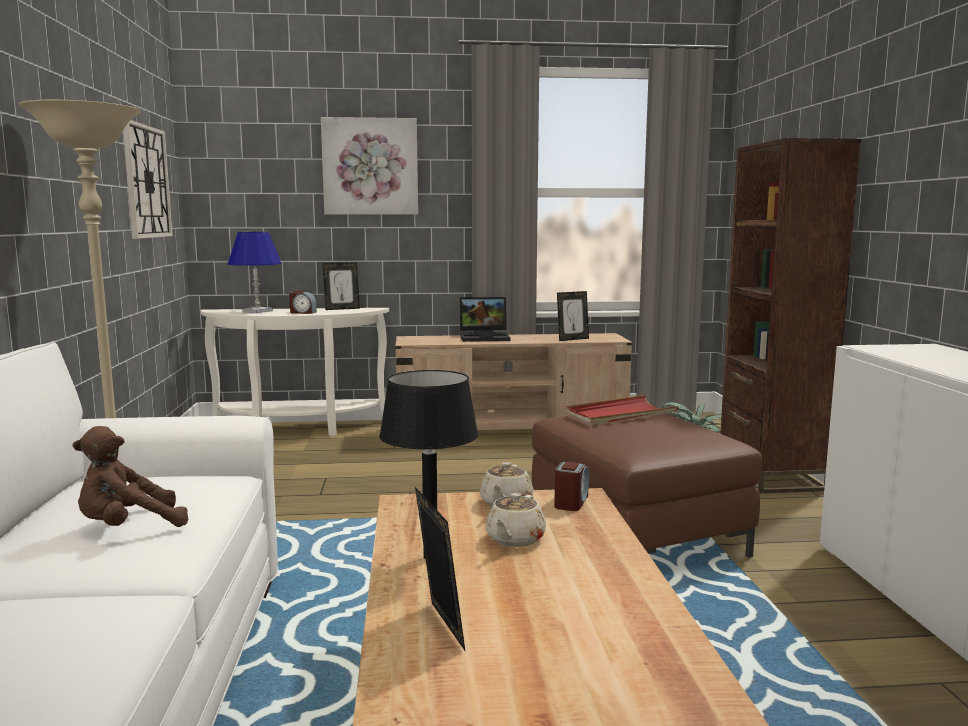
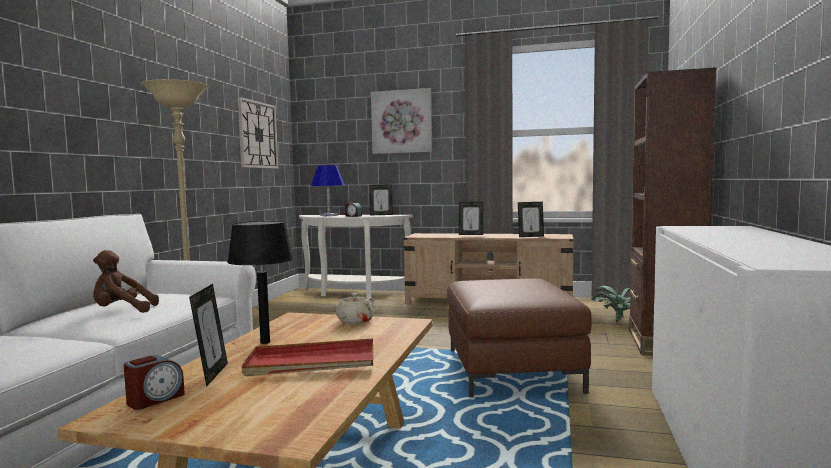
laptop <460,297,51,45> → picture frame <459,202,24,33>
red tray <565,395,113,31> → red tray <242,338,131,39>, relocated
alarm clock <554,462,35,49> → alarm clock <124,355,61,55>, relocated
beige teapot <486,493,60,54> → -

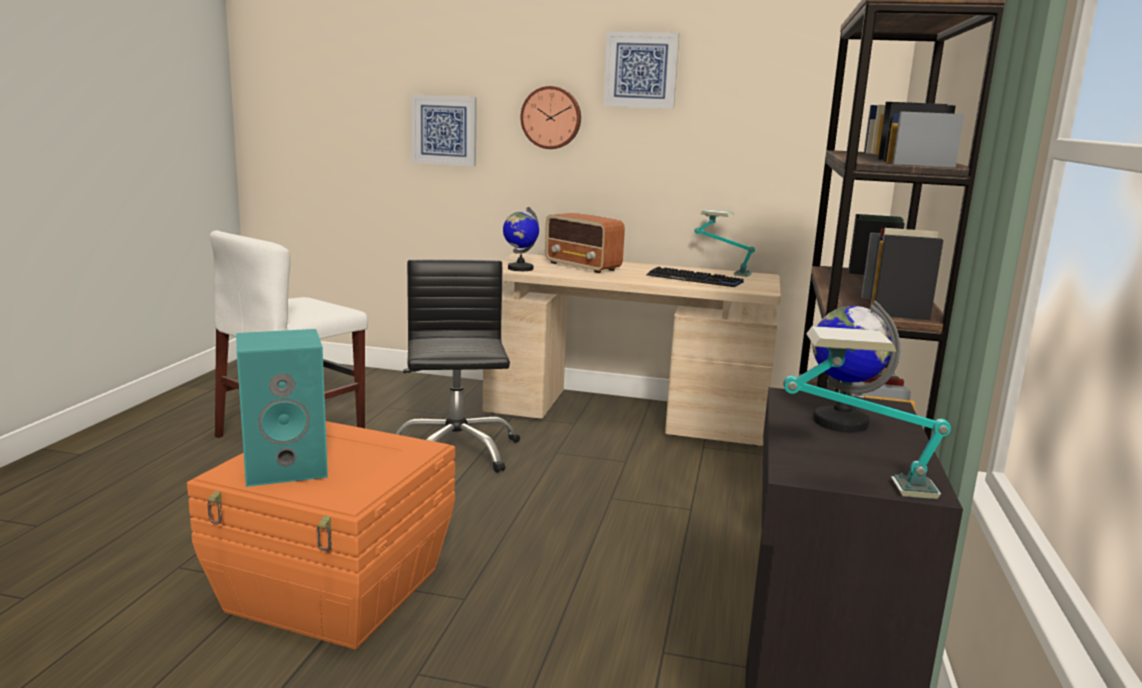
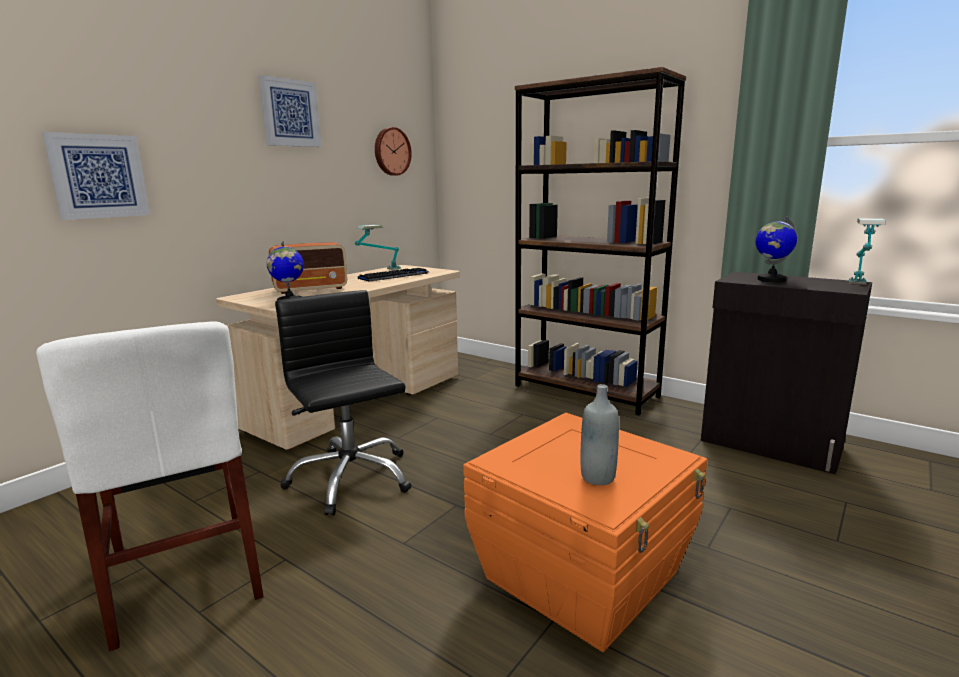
wall clock <520,86,61,63> → wall clock <375,127,37,49>, relocated
black office chair <396,259,124,214> → black office chair <275,290,137,226>, 45 degrees clockwise
turquoise speaker <236,329,92,158> → grey bottle <581,384,38,101>

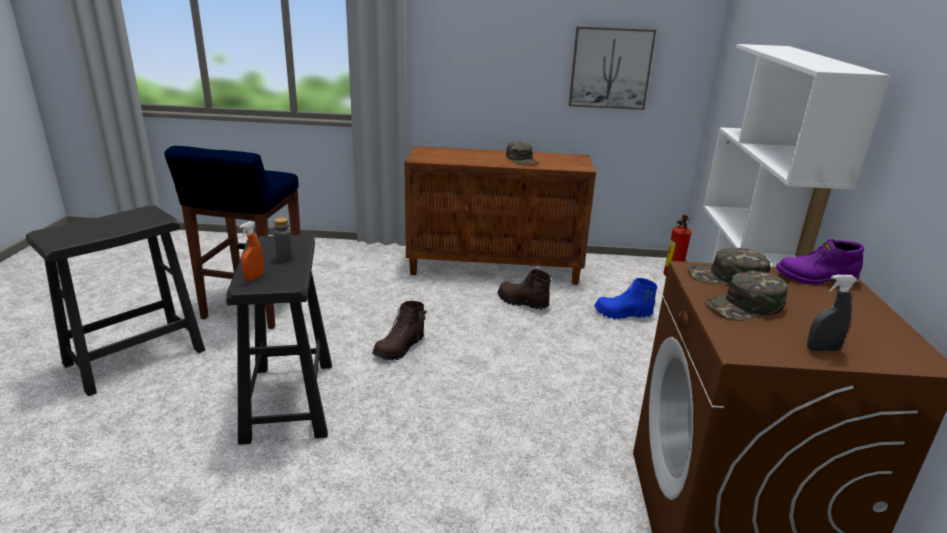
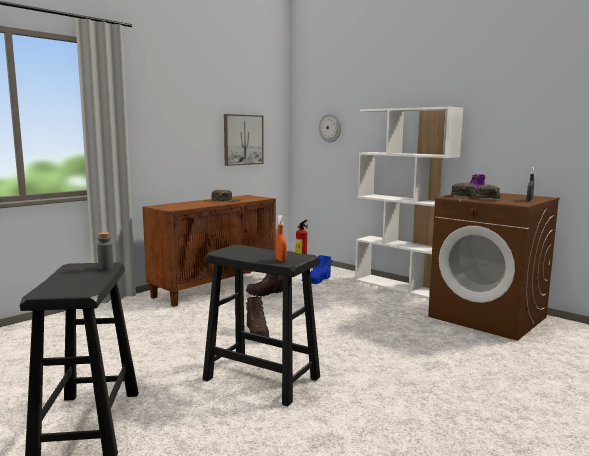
blue stool <164,146,137,183> → -
grey bottle <274,217,19,44> → grey bottle <97,232,16,38>, relocated
- → wall clock <319,113,22,29>

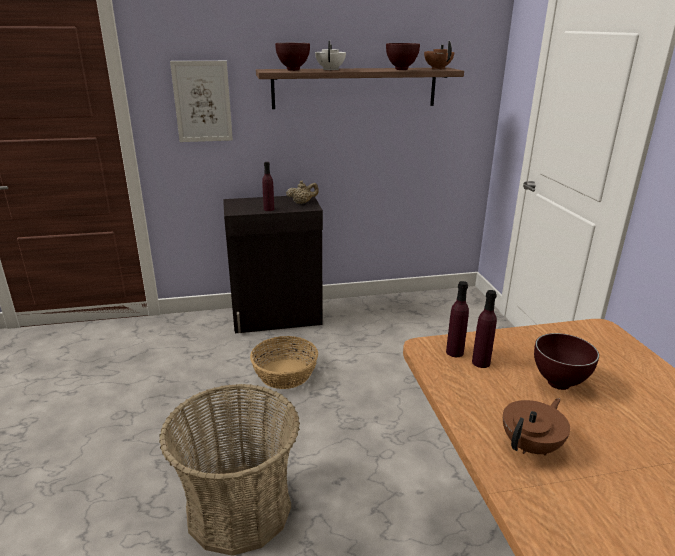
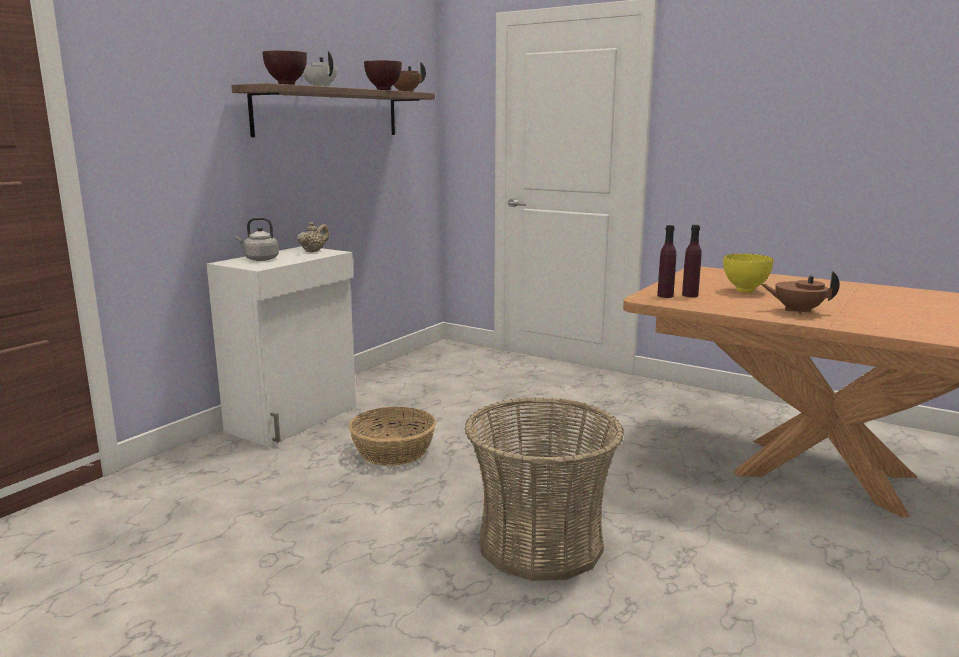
picture <170,61,63,81> → -
purple bottle <262,162,12,49> → -
black cabinet <223,196,100,138> → white cabinet <206,246,150,201>
brown bowl <534,333,65,57> → yellow bowl <723,254,51,39>
brown teapot <503,398,67,58> → brown teapot <761,271,79,43>, 75 degrees counterclockwise
- → grey kettle <236,218,43,43>

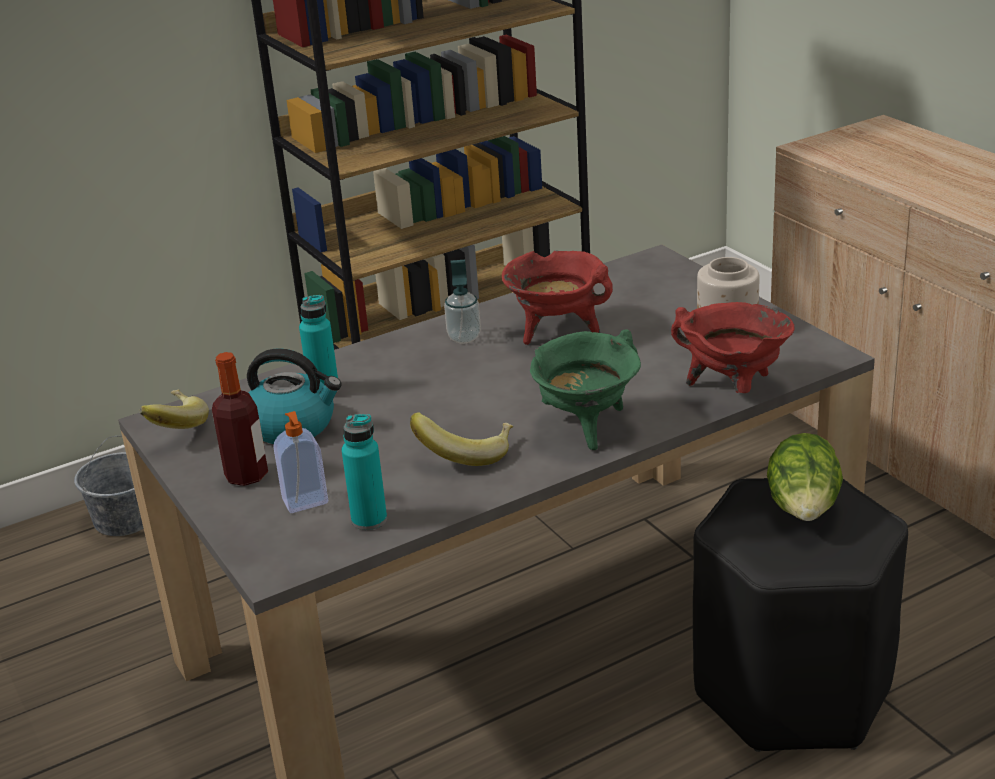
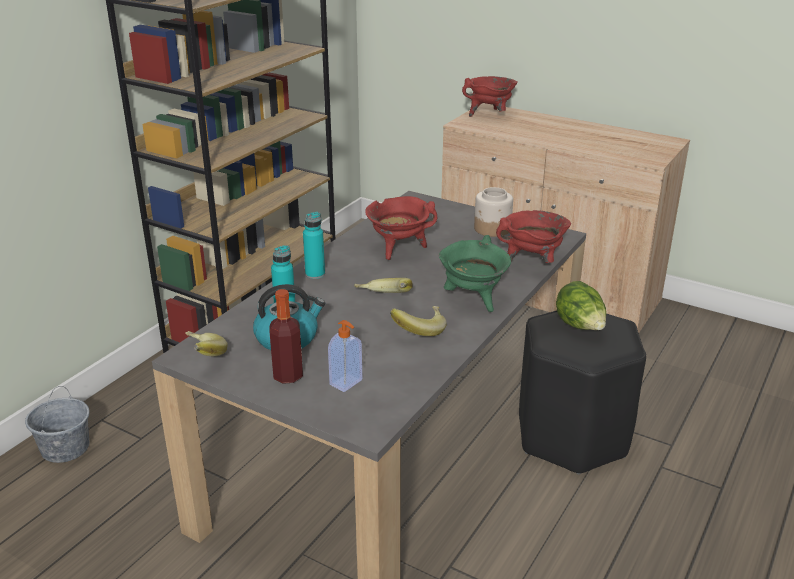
soap dispenser <444,260,37,83> → -
turquoise bottle <341,414,46,116> → turquoise bottle <303,212,22,67>, relocated
- → red cooking pot <462,76,56,41>
- → banana <354,278,59,15>

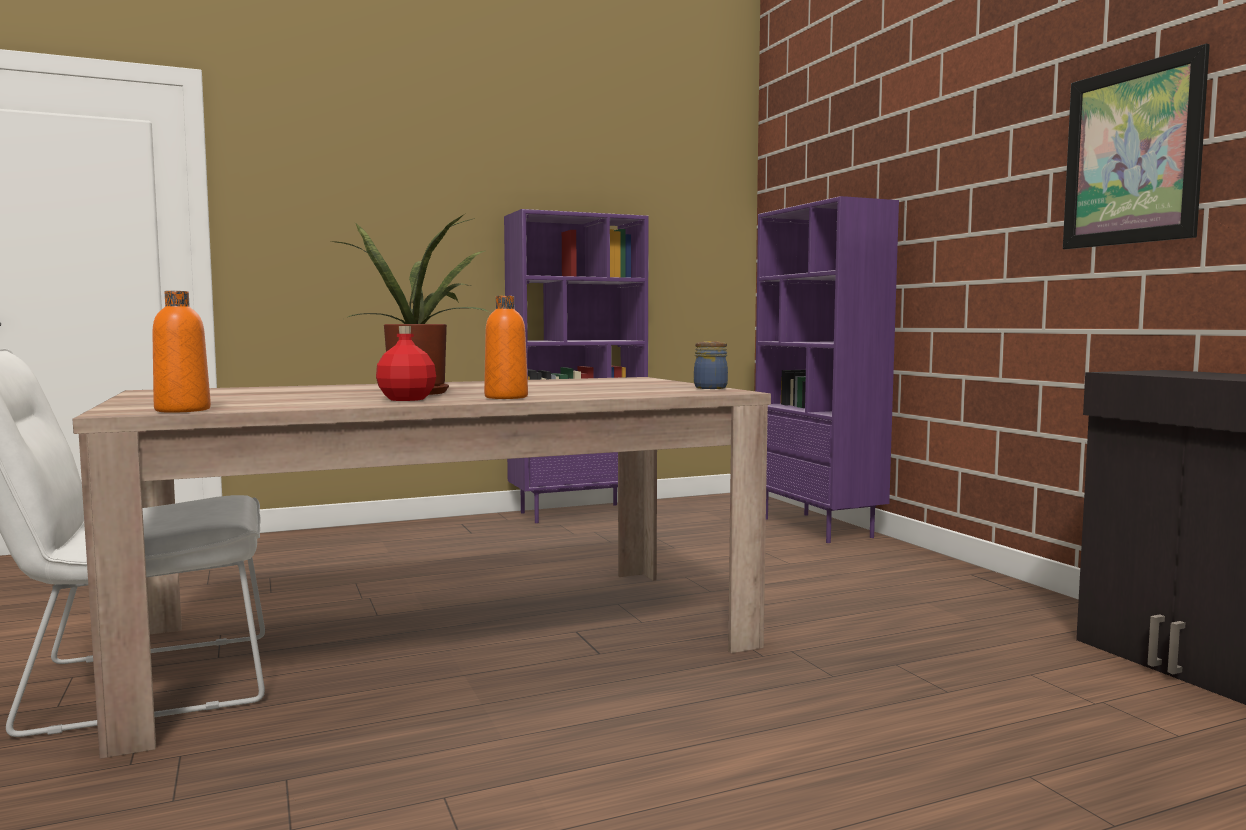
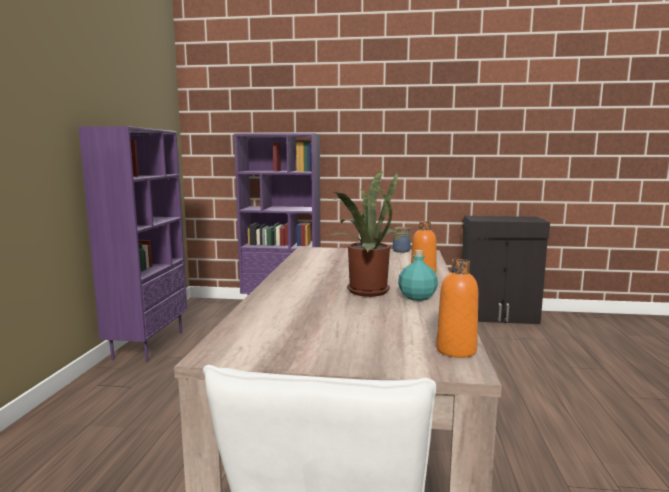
picture <1063,44,147,205> → -
red bottle <376,326,60,75> → turquoise bottle <398,250,40,51>

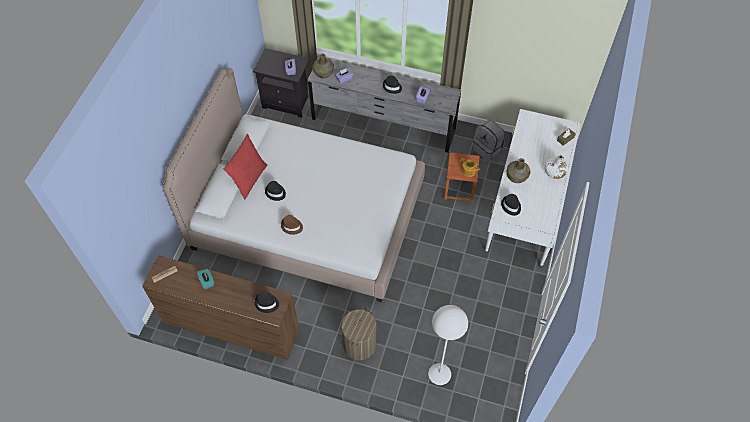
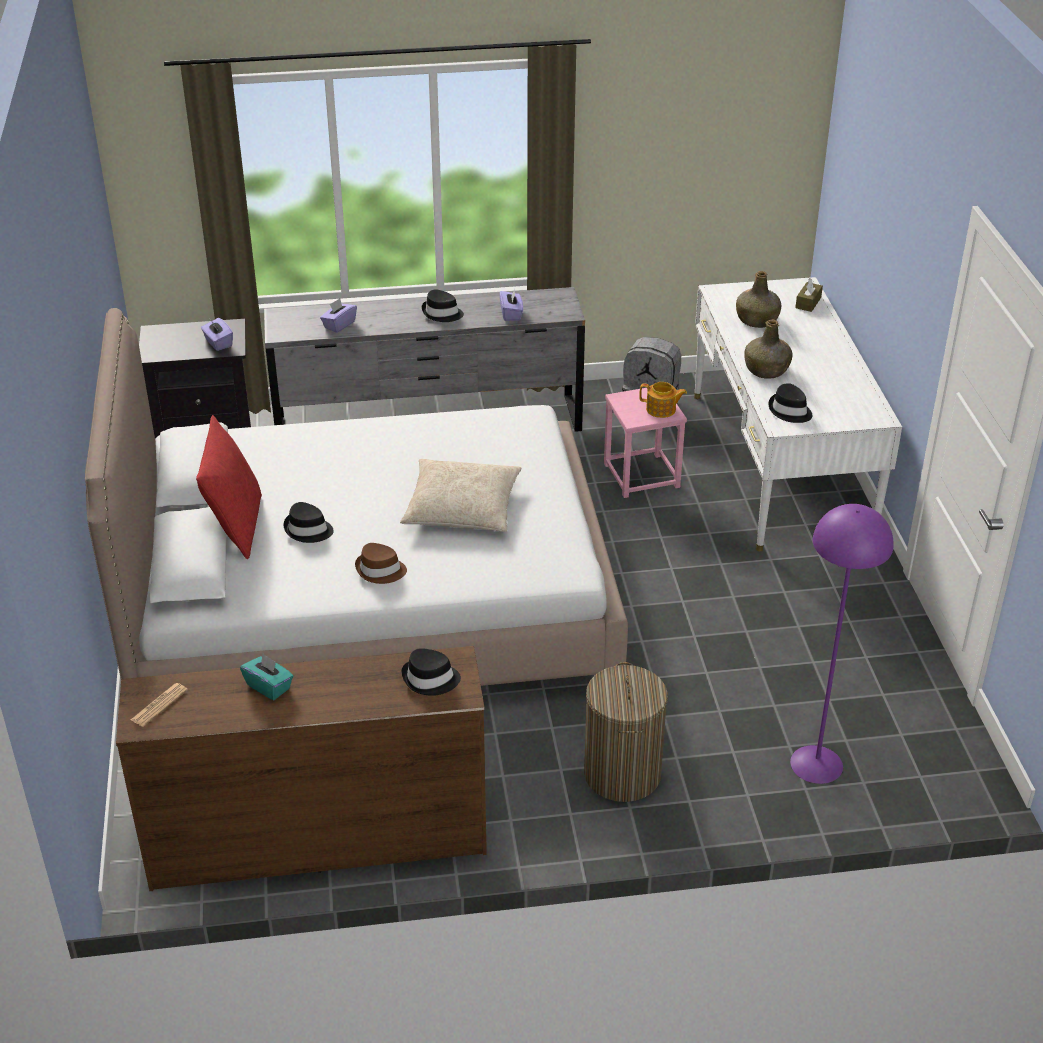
green bottle <313,53,21,26> → green bottle <736,271,45,57>, relocated
brown stool <444,153,36,50> → pink stool <604,388,83,110>
white bottle <545,154,23,25> → -
white floor lamp <428,305,40,80> → purple floor lamp <790,504,104,280>
- → beige pillow <400,459,121,73>

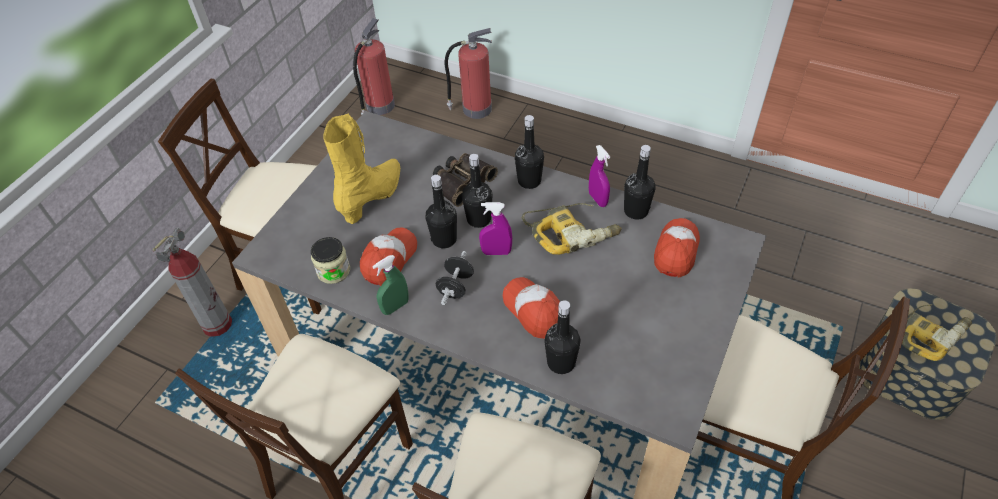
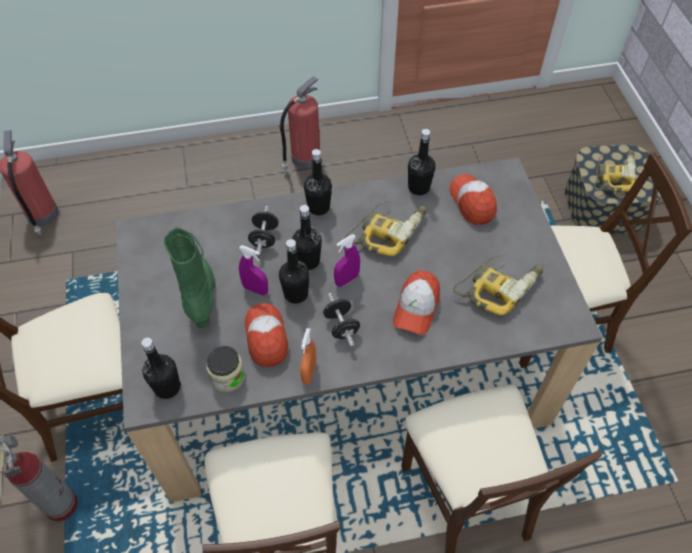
fire extinguisher <444,28,48,91> → fire extinguisher <280,76,40,94>, relocated
yellow boot <323,113,77,111> → green boot <164,227,52,101>
purple spray bottle <589,145,21,62> → purple spray bottle <239,245,29,50>, relocated
binoculars <433,153,65,54> → black dumbbell <248,206,31,49>
green spray bottle <372,255,37,60> → orange spray bottle <300,328,16,57>
cap <503,277,57,62> → cap <393,270,47,65>, 90 degrees counterclockwise
black bottle <544,300,37,74> → black bottle <141,338,40,61>, relocated
- → power drill <453,254,90,61>

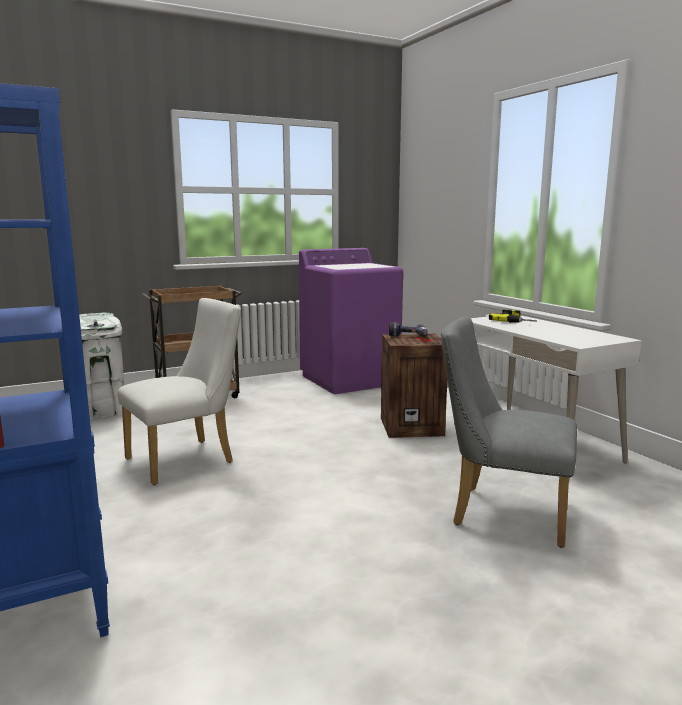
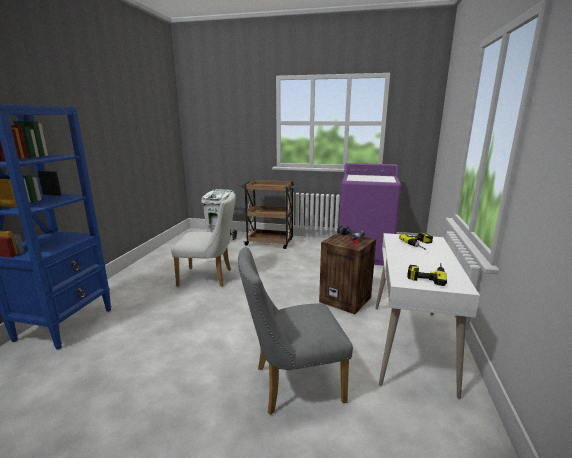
grey chair <441,317,136,231> → grey chair <238,247,115,168>, 75 degrees counterclockwise
- → power drill <407,263,40,23>

